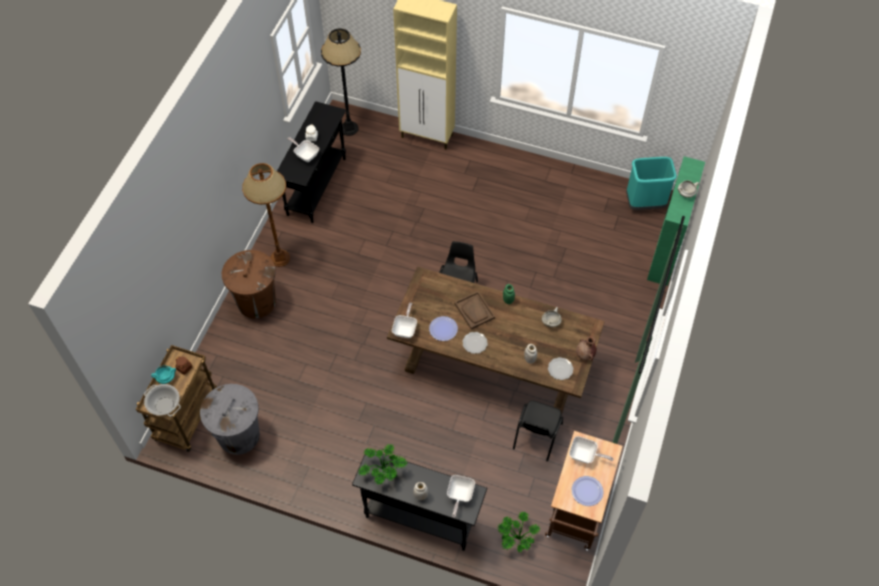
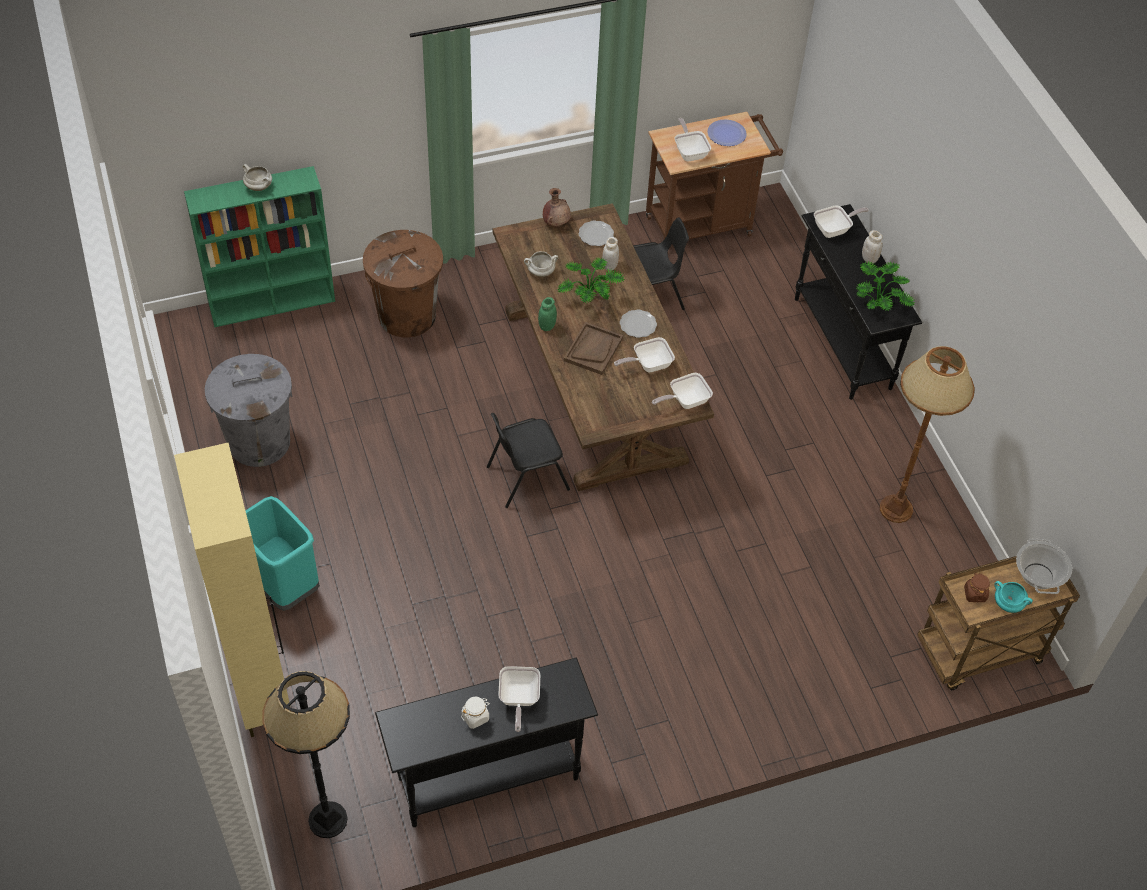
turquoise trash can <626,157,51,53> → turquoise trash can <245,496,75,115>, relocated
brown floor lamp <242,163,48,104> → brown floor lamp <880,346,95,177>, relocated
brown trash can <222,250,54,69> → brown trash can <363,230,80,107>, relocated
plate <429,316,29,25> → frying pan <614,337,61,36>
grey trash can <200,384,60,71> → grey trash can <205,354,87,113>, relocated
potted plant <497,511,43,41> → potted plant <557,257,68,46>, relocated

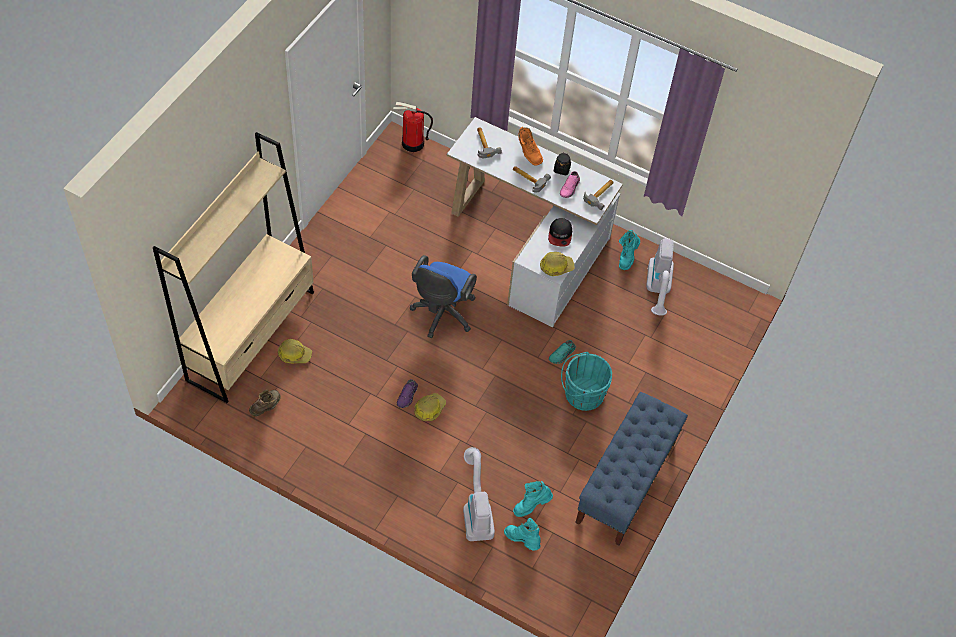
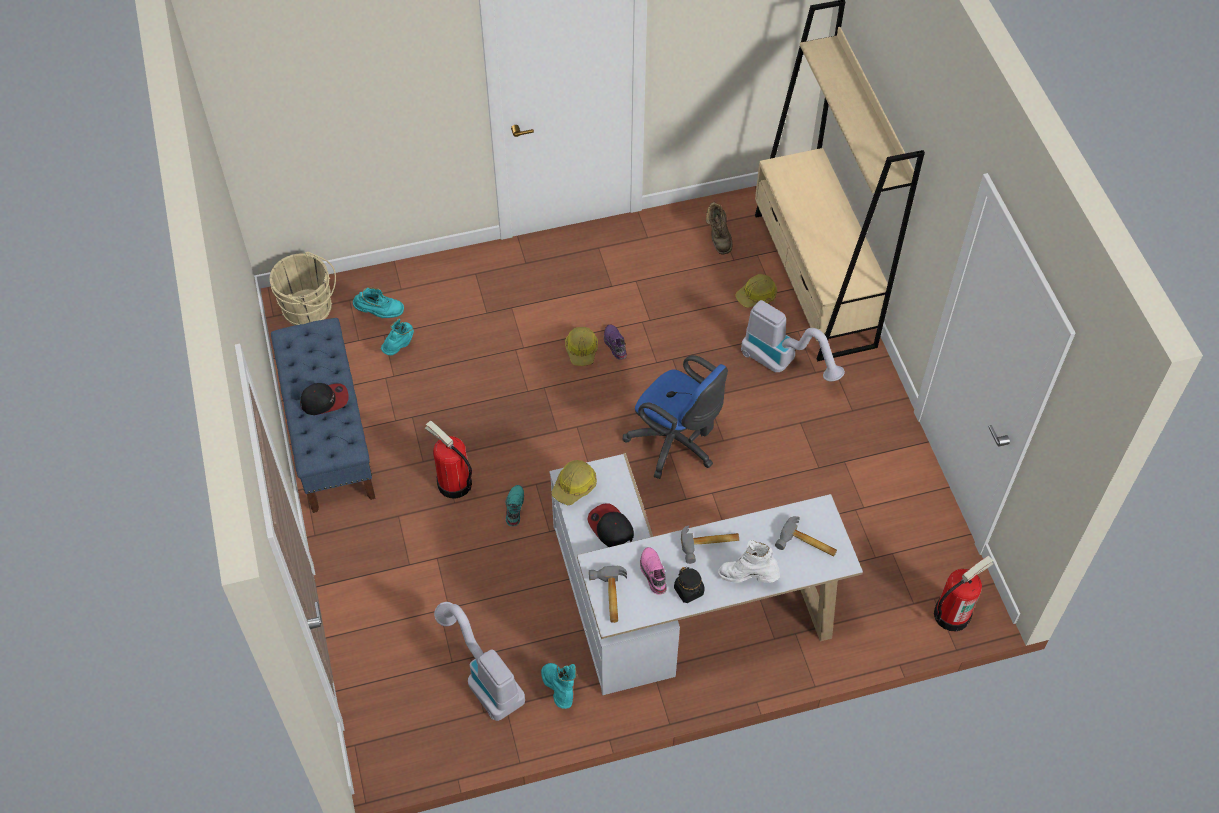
orange boot <518,126,25,40> → white boot <718,540,62,43>
blue office chair <410,255,67,83> → blue office chair <623,355,105,124>, 150 degrees clockwise
turquoise bucket <561,352,51,59> → fire extinguisher <425,420,47,79>
vacuum cleaner <463,447,32,94> → vacuum cleaner <741,300,104,81>, relocated
- → beige bucket <270,252,66,73>
- → cap <300,383,48,32>

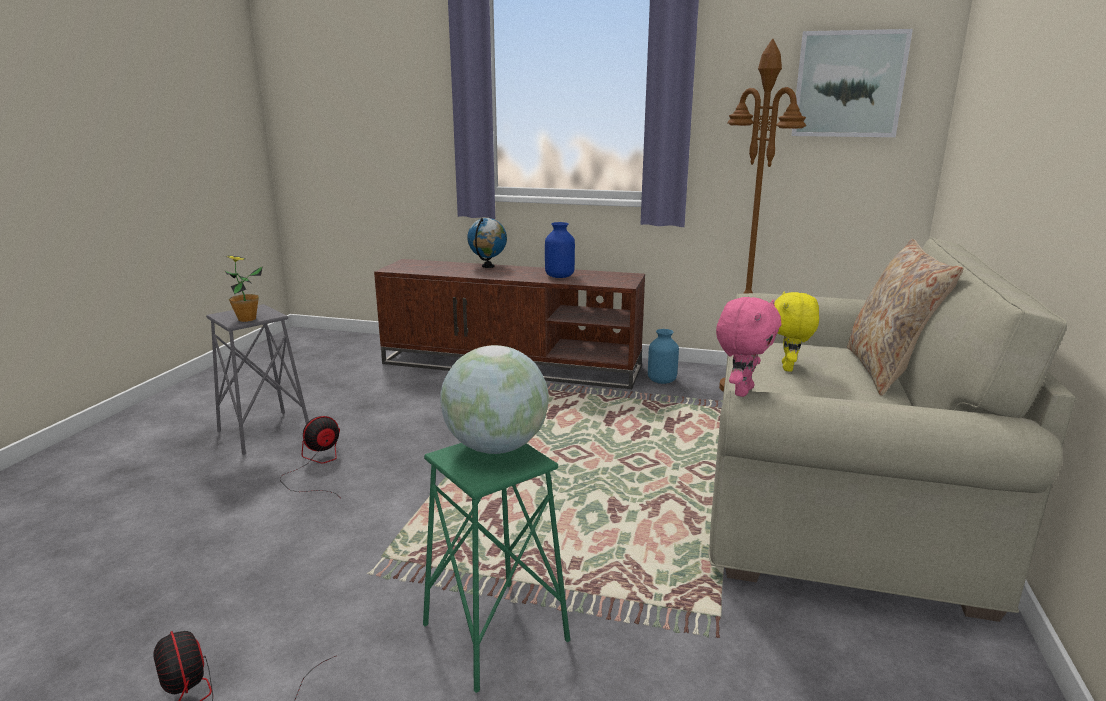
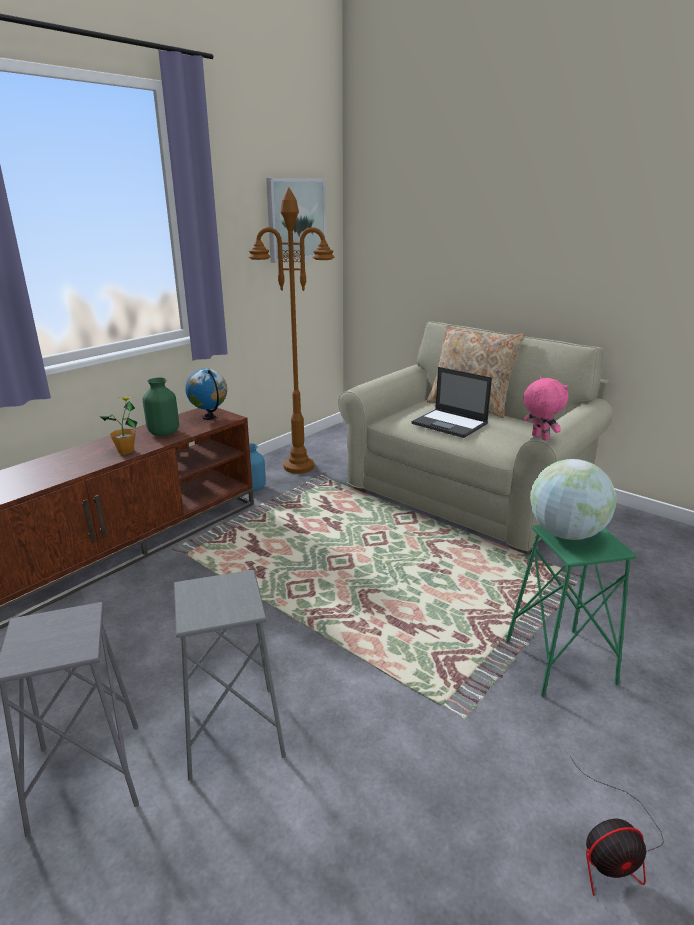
globe <467,218,40,50> → globe <185,368,42,52>, relocated
blue vase <545,222,30,56> → green vase <143,378,36,58>
potted plant <225,255,38,67> → potted plant <100,397,38,57>, relocated
yellow plush toy <774,291,45,81> → laptop <411,367,81,71>
fan <280,416,61,82> → grey stool <174,570,112,211>

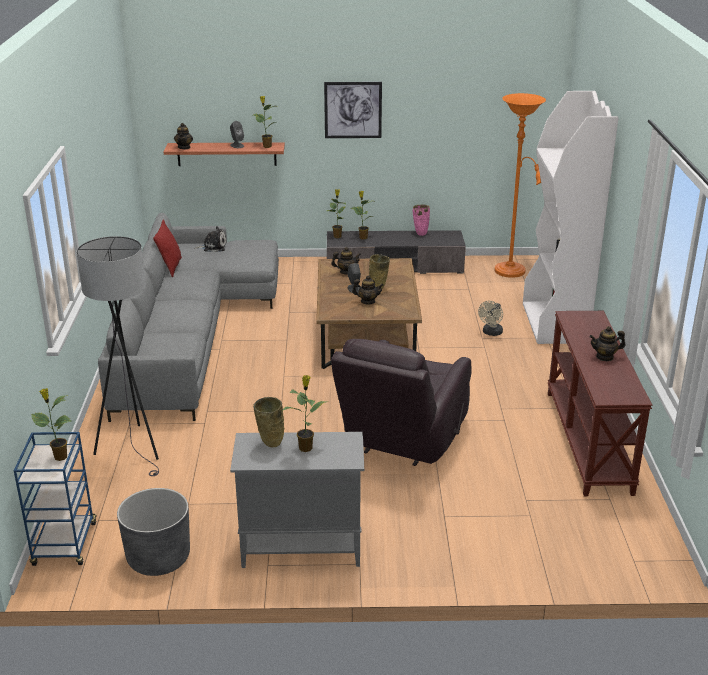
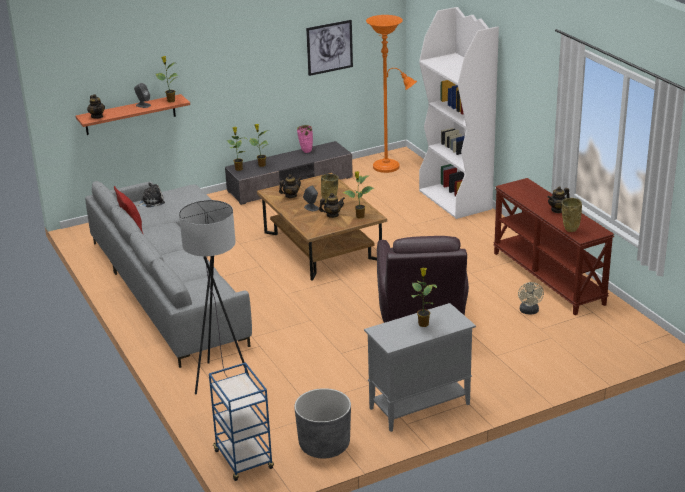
picture <324,82,58,56> → picture <306,20,47,56>, relocated
beige fan <478,301,25,35> → beige fan <518,282,26,32>, relocated
potted plant <31,388,40,73> → potted plant <343,171,31,48>, relocated
beige vase <253,397,31,50> → beige vase <562,198,20,34>, relocated

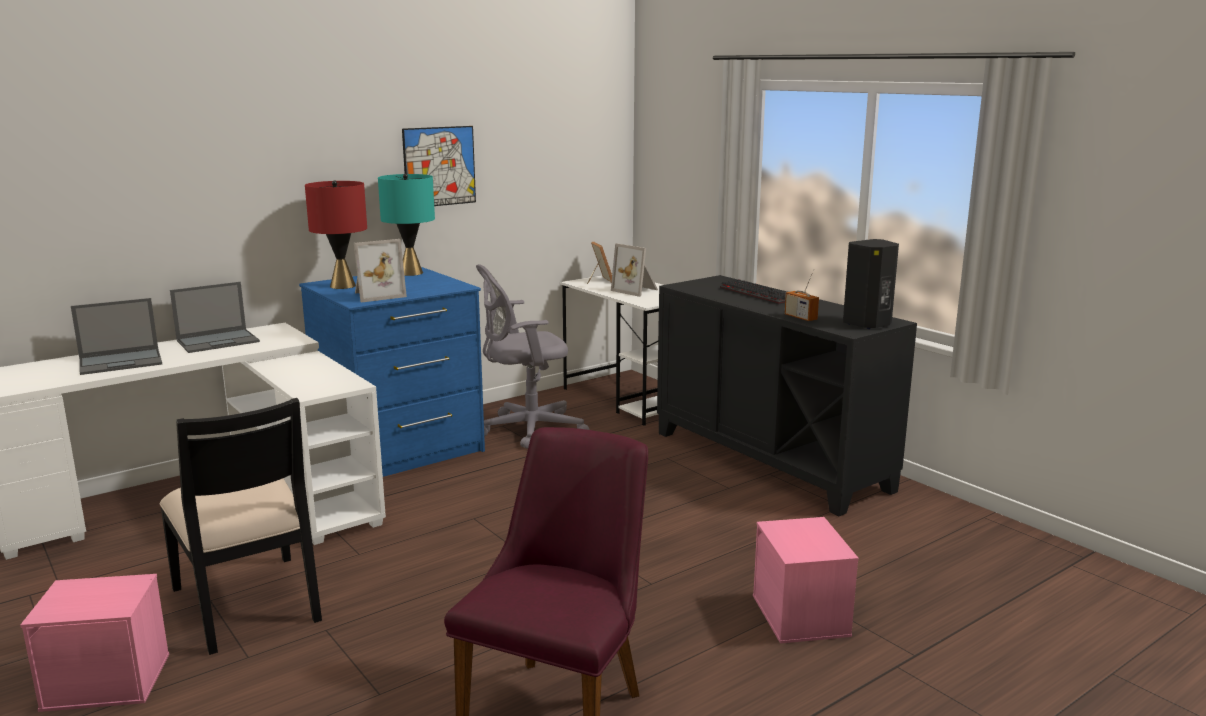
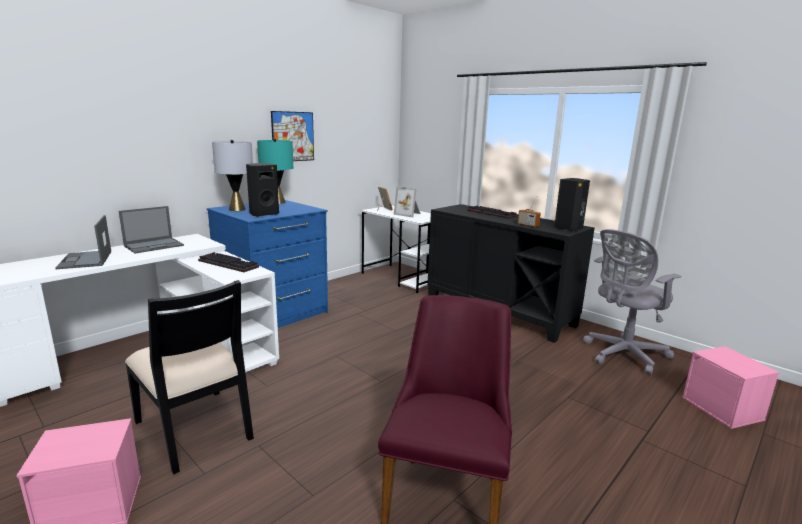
red table lamp <305,180,62,109> → grey table lamp <212,140,41,71>
picture frame <354,239,53,64> → black speaker <246,163,33,54>
grey office chair <476,264,114,185> → grey office chair <583,229,98,146>, relocated
laptop <71,298,91,77> → laptop <55,215,56,54>, 105 degrees clockwise
pink storage box <753,517,106,127> → pink storage box <682,346,98,83>, relocated
- → keyboard <198,252,61,20>

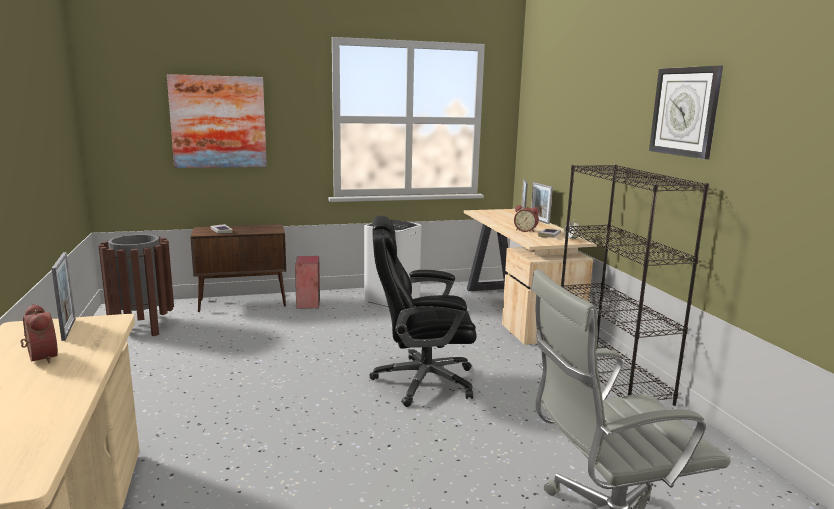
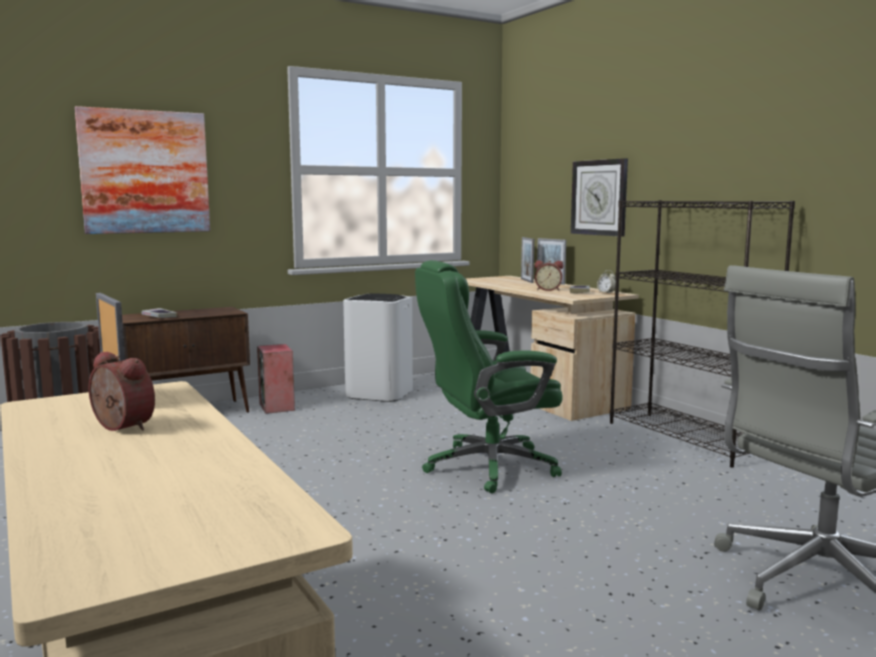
wall clock <649,66,74,93> → wall clock <571,158,57,79>, relocated
black office chair <370,215,107,192> → green office chair <415,260,148,233>

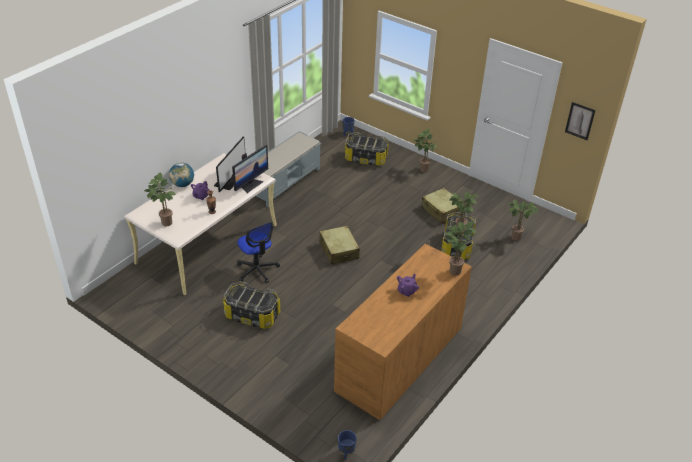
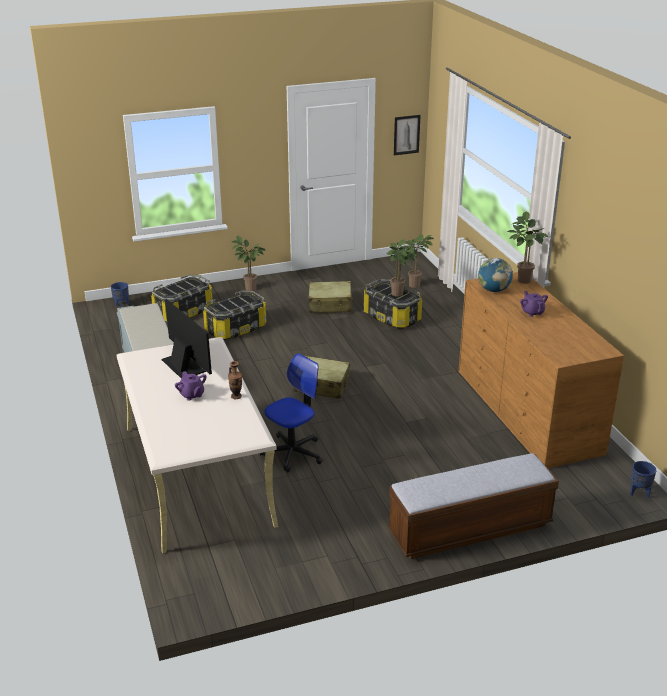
monitor <232,145,36,48> → -
globe <169,162,25,25> → globe <478,258,35,34>, relocated
potted plant <144,172,32,54> → -
office chair <237,222,43,62> → office chair <260,353,63,119>, 45 degrees counterclockwise
storage box <223,281,57,48> → storage box <203,290,63,50>, relocated
- → bench <388,453,171,106>

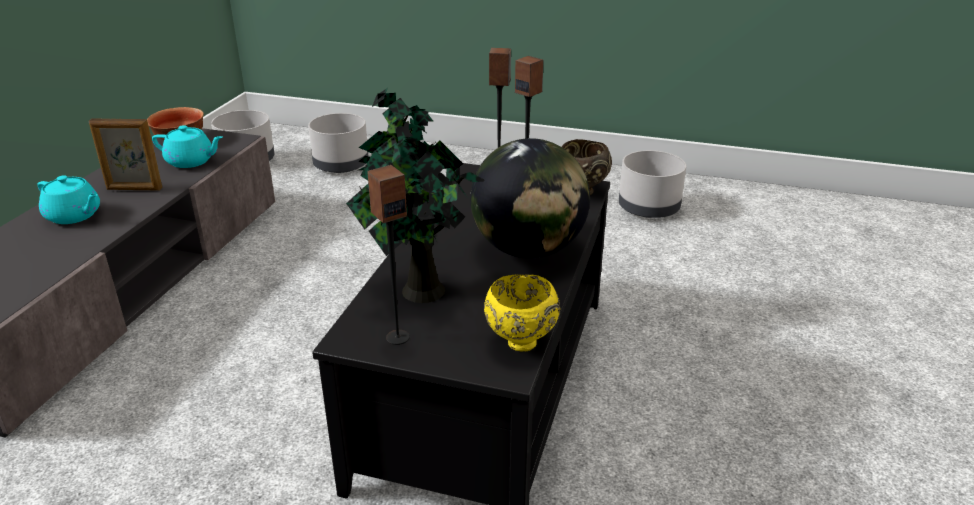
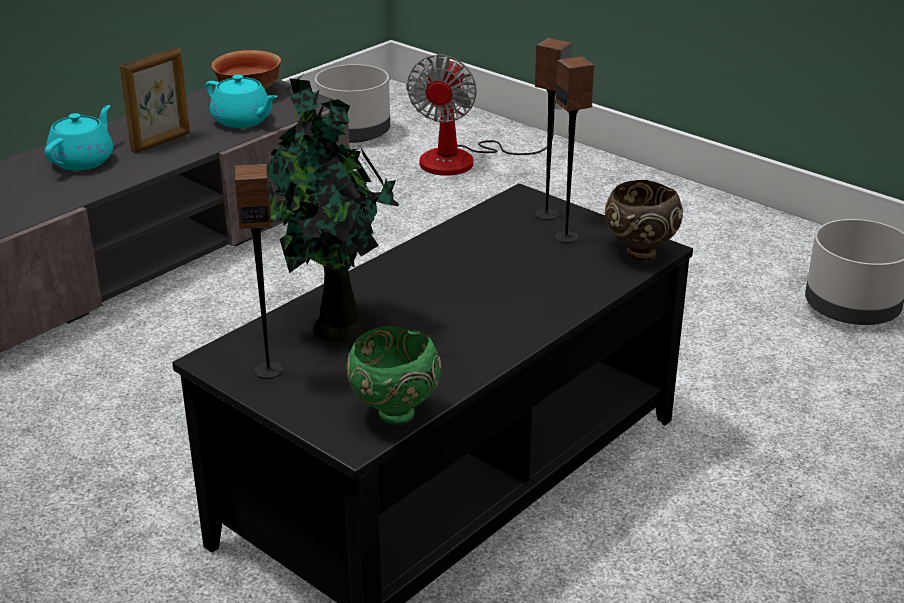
grey planter <308,113,60,60> → fan <406,54,156,122>
picture frame <89,118,73,73> → picture frame <120,48,70,105>, 75 degrees counterclockwise
globe <470,138,120,120> → -
turquoise teapot <37,175,63,49> → turquoise teapot <45,105,68,66>, 120 degrees counterclockwise
yellow bowl <484,274,76,77> → green bowl <346,326,96,99>

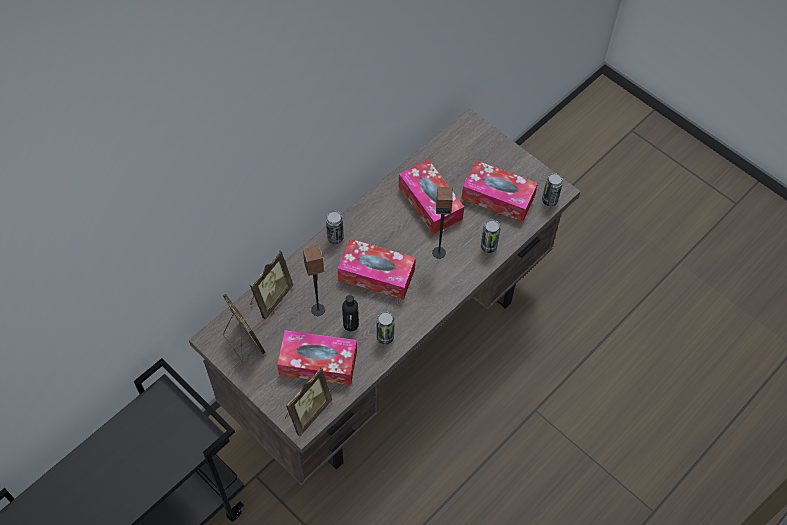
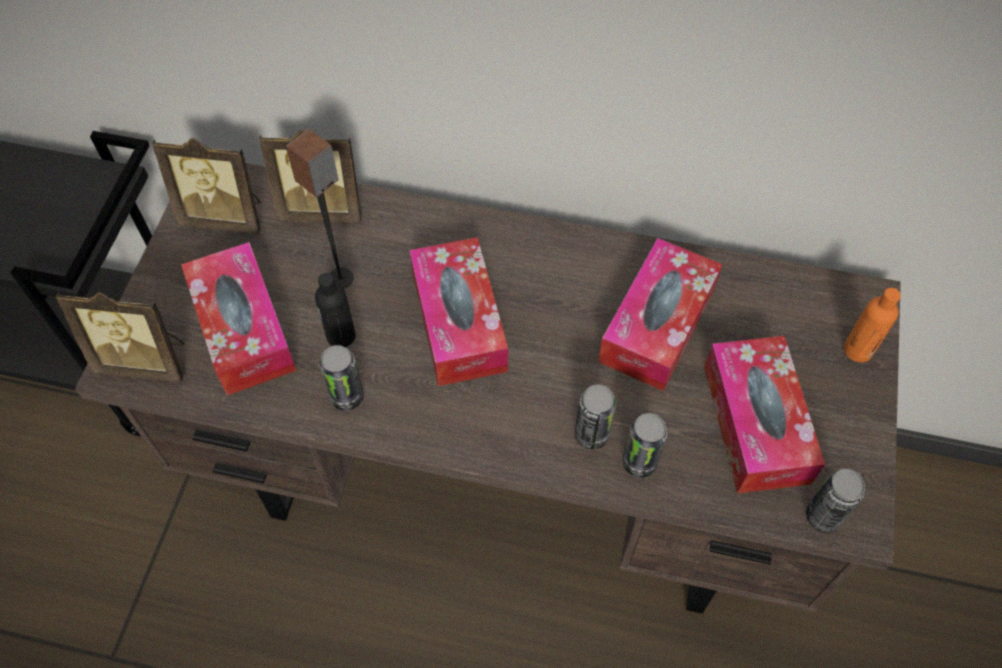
speaker <432,186,21,73> → -
can <326,211,18,33> → can <575,384,41,66>, relocated
picture frame <223,294,43,68> → picture frame <152,138,108,96>, 75 degrees clockwise
- → orange bottle <844,288,57,74>

